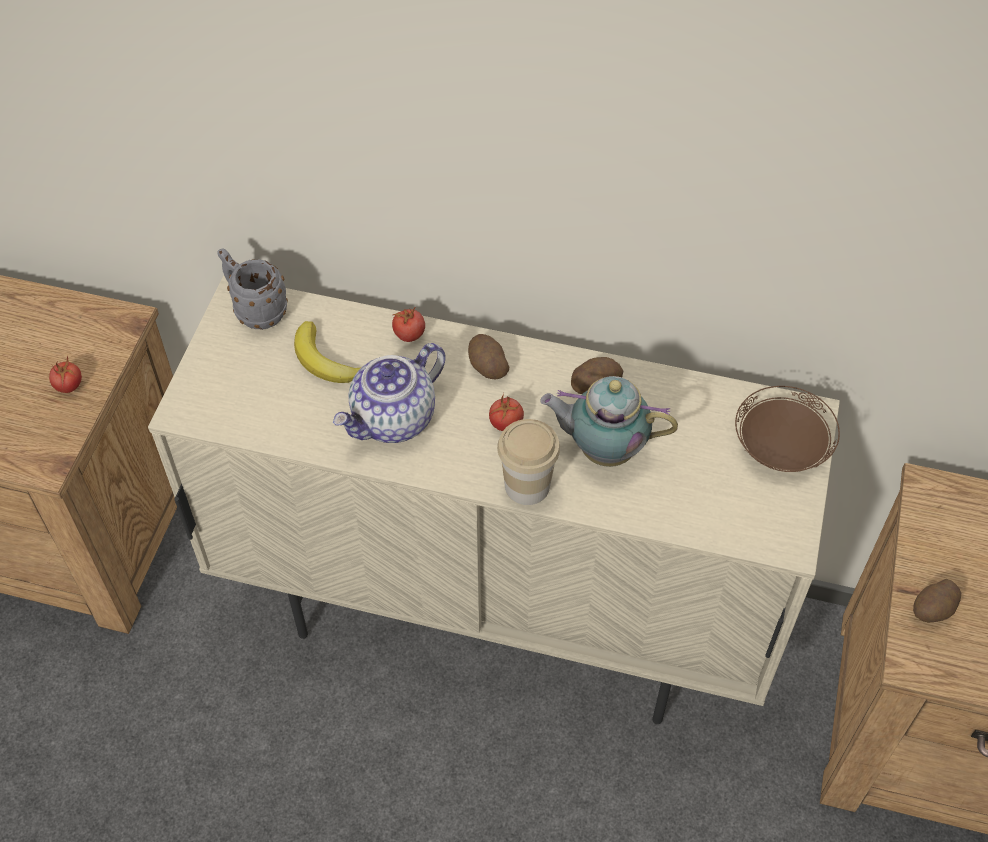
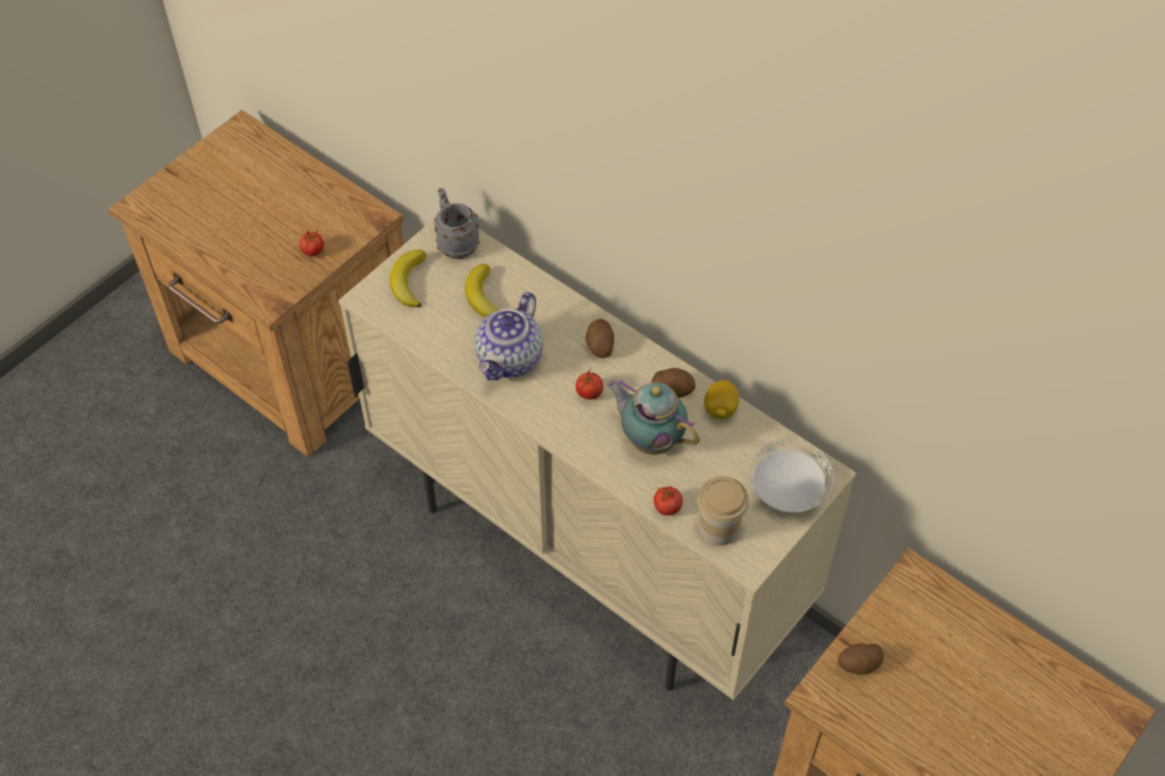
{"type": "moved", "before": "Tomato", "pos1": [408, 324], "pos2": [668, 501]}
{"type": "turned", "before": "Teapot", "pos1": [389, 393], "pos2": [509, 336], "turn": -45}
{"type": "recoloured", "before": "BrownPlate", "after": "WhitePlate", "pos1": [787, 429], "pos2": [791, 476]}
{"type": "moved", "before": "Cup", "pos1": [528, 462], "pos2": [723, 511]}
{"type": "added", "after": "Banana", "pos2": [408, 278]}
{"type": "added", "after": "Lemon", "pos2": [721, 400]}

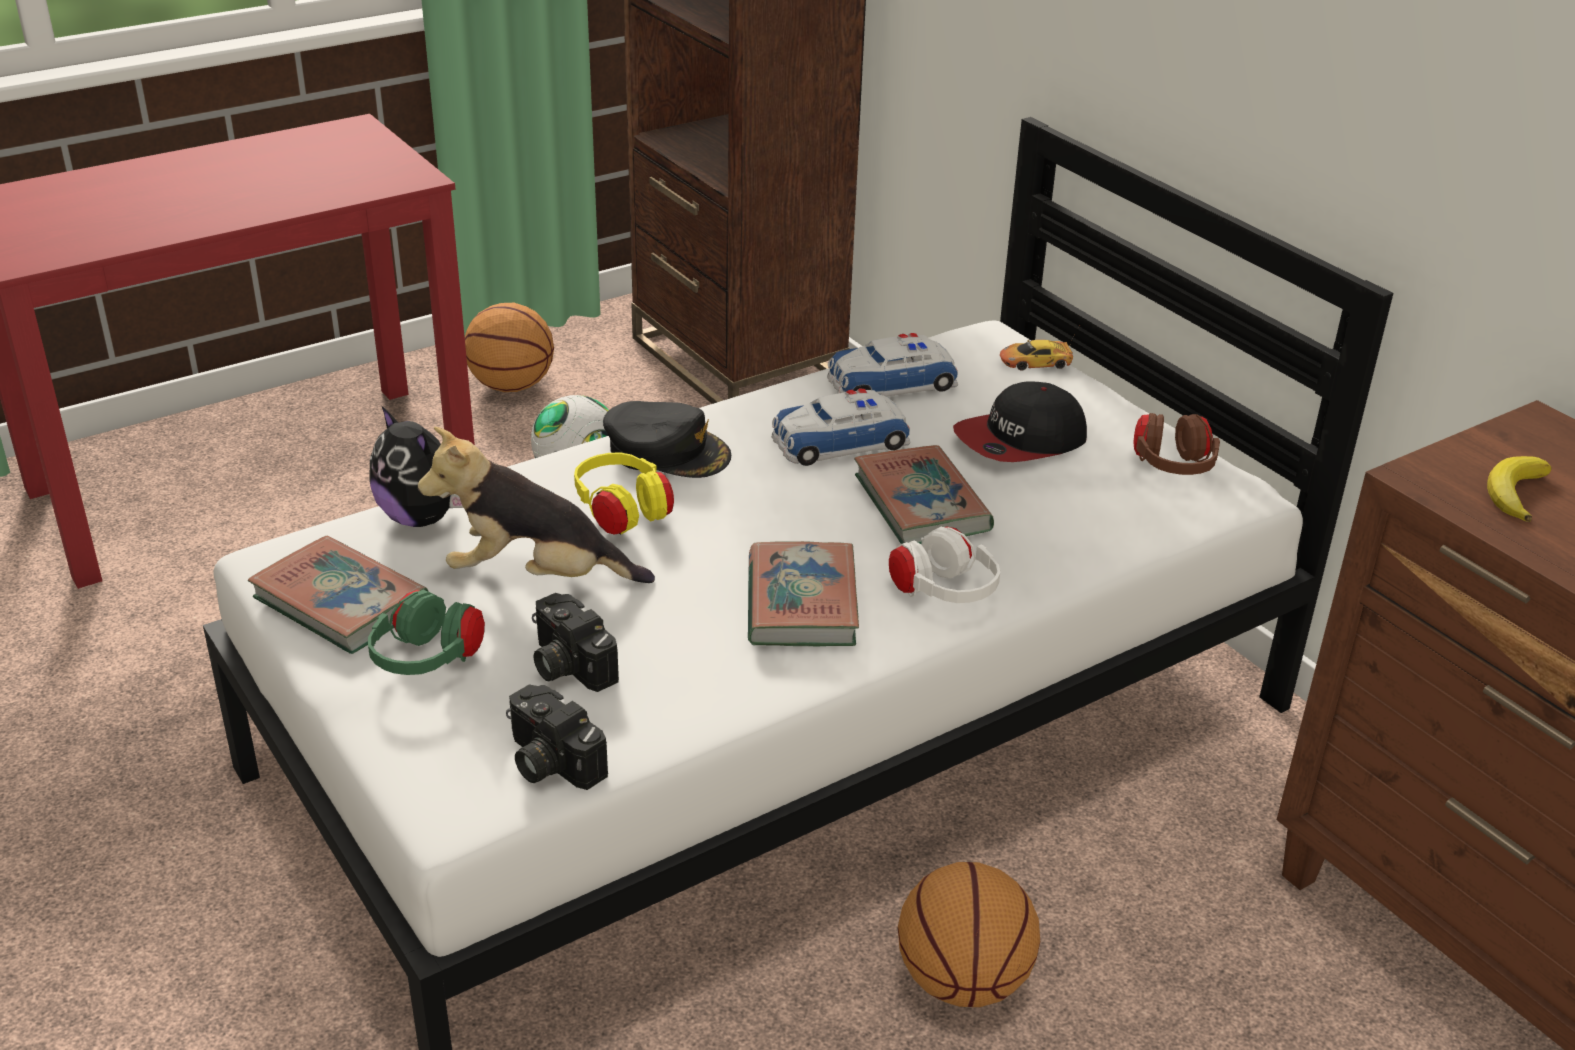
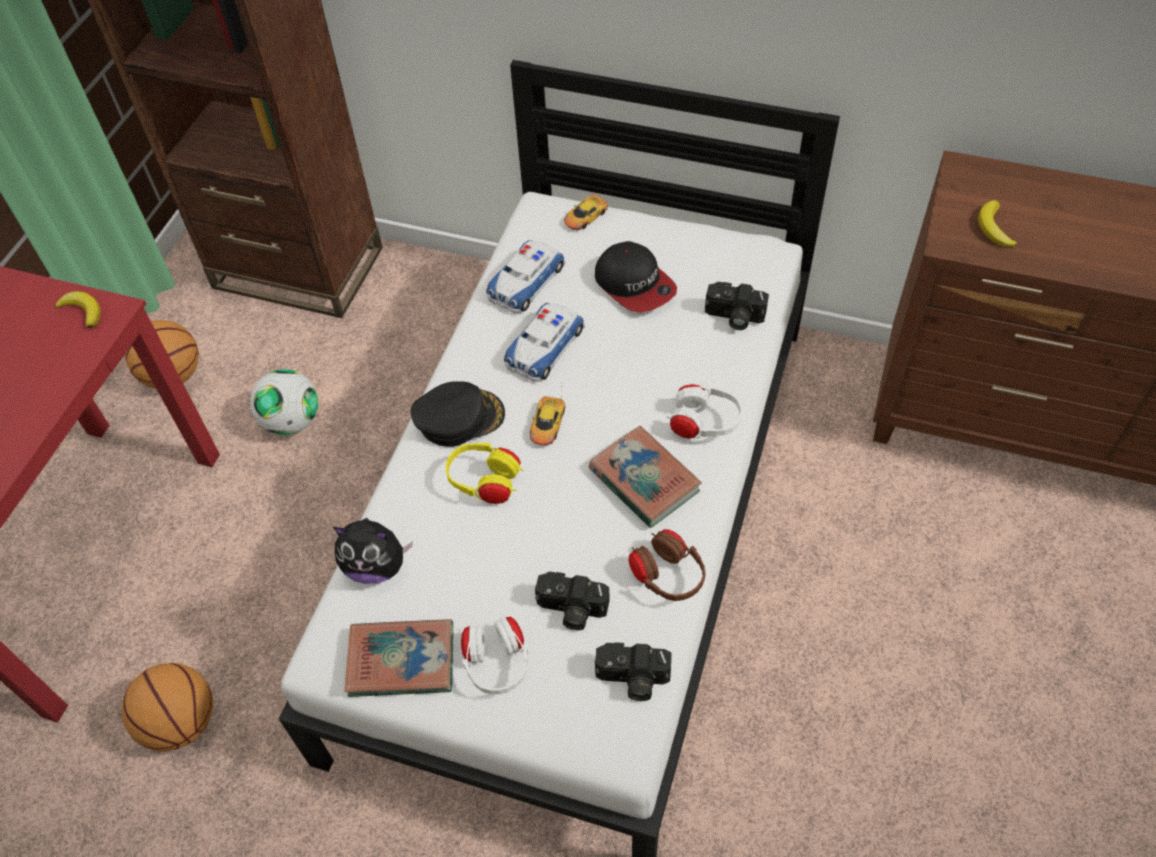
{"type": "turned", "before": "Cap", "pos1": [1020, 421], "pos2": [636, 277], "turn": -60}
{"type": "moved", "before": "BrownHeadphones", "pos1": [1177, 444], "pos2": [667, 565]}
{"type": "removed", "before": "PlushToy", "pos1": [536, 504]}
{"type": "removed", "before": "Book", "pos1": [924, 494]}
{"type": "recoloured", "before": "GreenHeadphones", "after": "WhiteHeadphones", "pos1": [426, 632], "pos2": [495, 654]}
{"type": "moved", "before": "Basketball", "pos1": [969, 934], "pos2": [167, 707]}
{"type": "added", "after": "PhotoCamera", "pos2": [737, 306]}
{"type": "added", "after": "Banana", "pos2": [78, 309]}
{"type": "added", "after": "ToyCar", "pos2": [548, 418]}

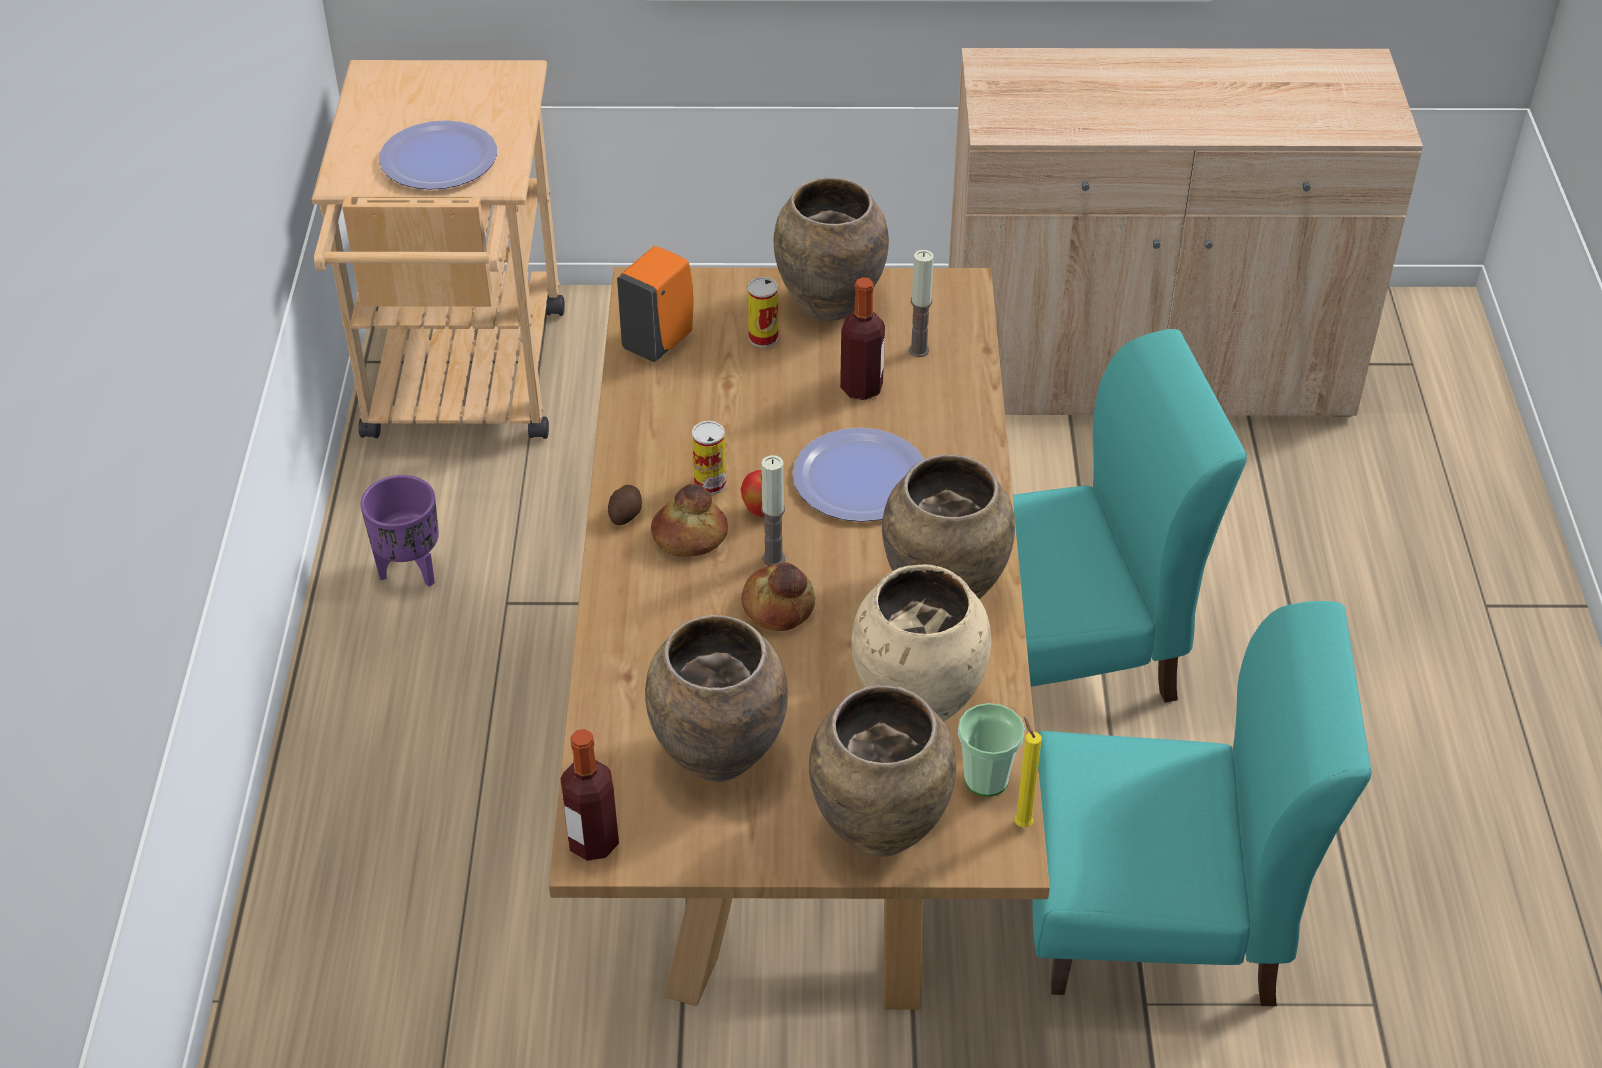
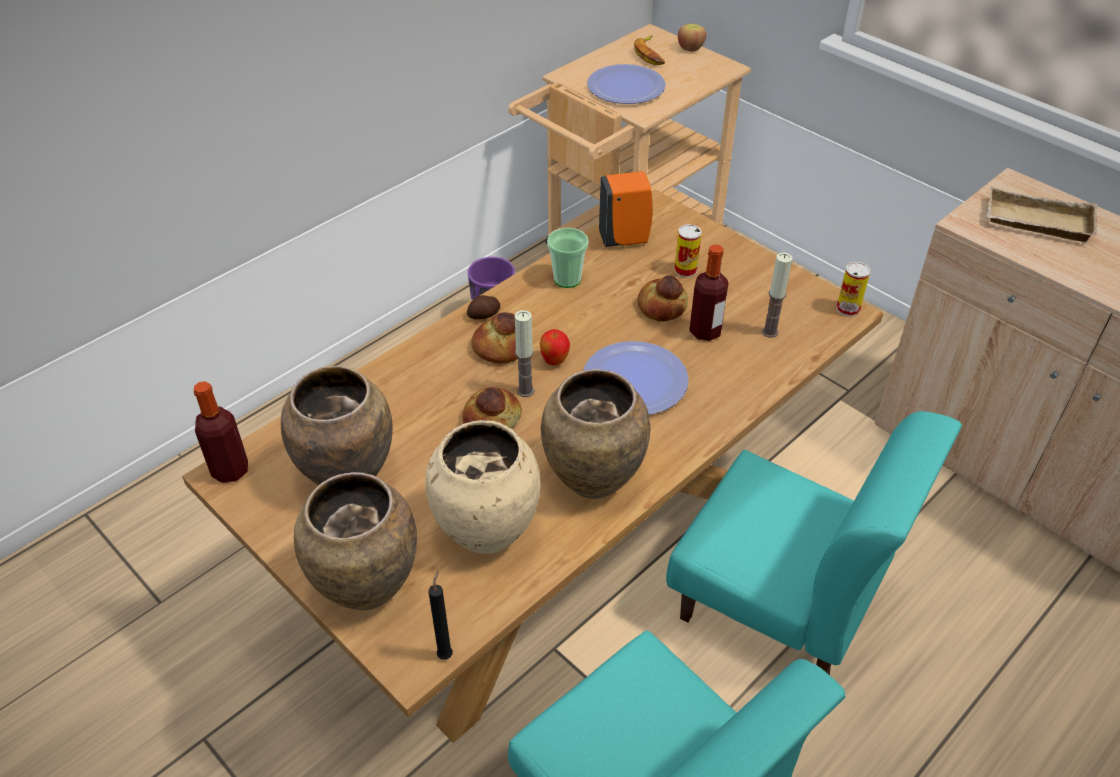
{"type": "removed", "before": "BrownVase", "pos1": [831, 249]}
{"type": "moved", "before": "Can", "pos1": [709, 458], "pos2": [853, 289]}
{"type": "moved", "before": "Cup", "pos1": [991, 750], "pos2": [568, 258]}
{"type": "recoloured", "before": "YellowCandle", "after": "BlackCandle", "pos1": [1028, 772], "pos2": [441, 615]}
{"type": "added", "after": "Apple", "pos2": [692, 38]}
{"type": "added", "after": "Banana", "pos2": [649, 50]}
{"type": "added", "after": "BeigeTray", "pos2": [1042, 214]}
{"type": "added", "after": "Bread", "pos2": [663, 298]}

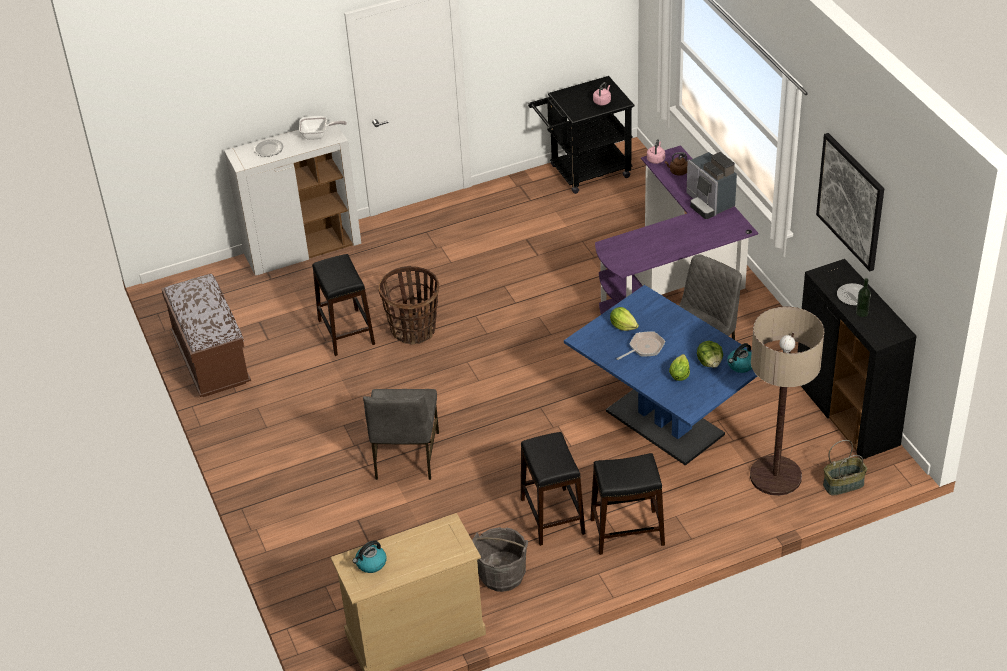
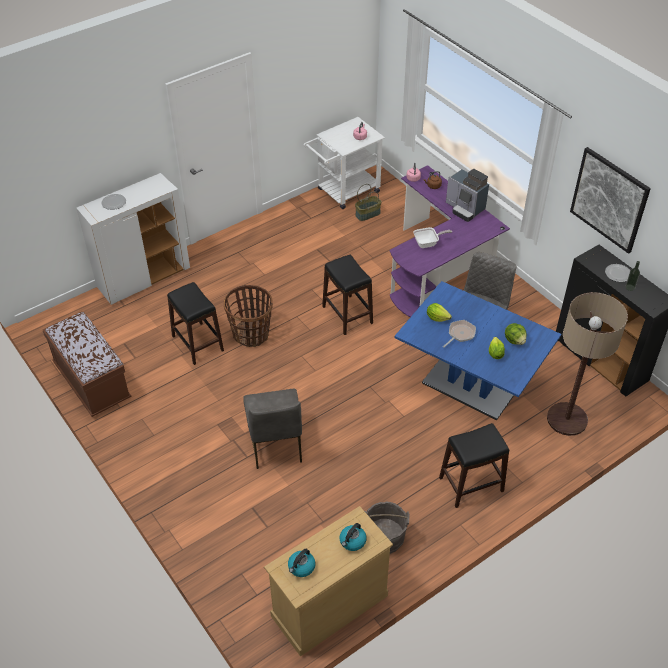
{"type": "recoloured", "before": "BlackCart", "after": "WhiteCart", "pos1": [581, 135], "pos2": [344, 163]}
{"type": "moved", "before": "FryingPan", "pos1": [323, 128], "pos2": [432, 237]}
{"type": "moved", "before": "Kettle", "pos1": [739, 358], "pos2": [353, 537]}
{"type": "moved", "before": "BlackStool", "pos1": [553, 489], "pos2": [347, 295]}
{"type": "moved", "before": "Basket", "pos1": [845, 467], "pos2": [368, 202]}

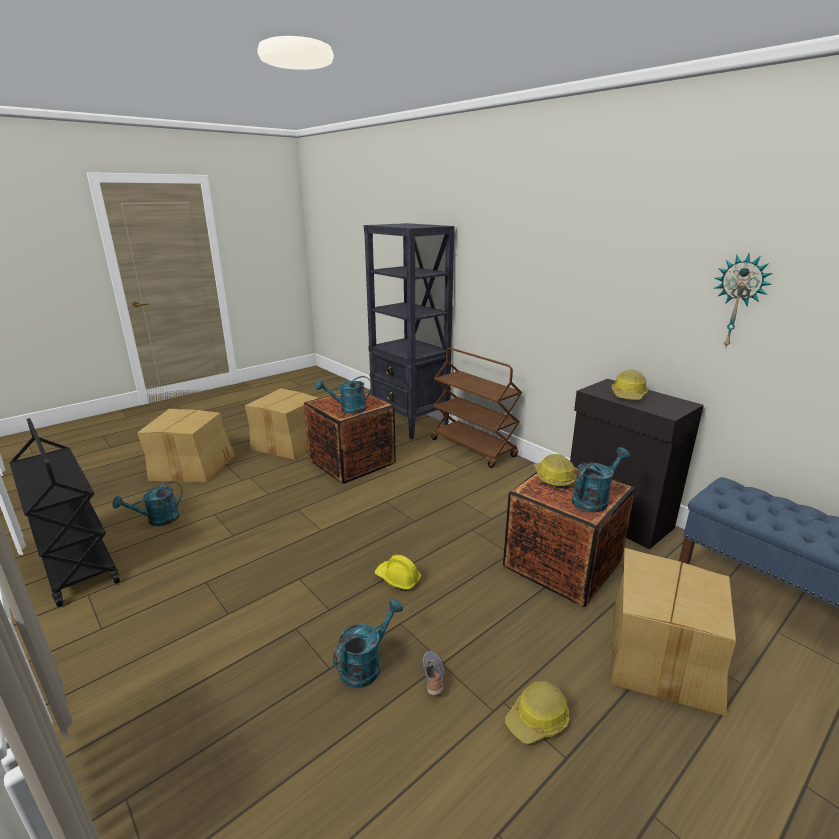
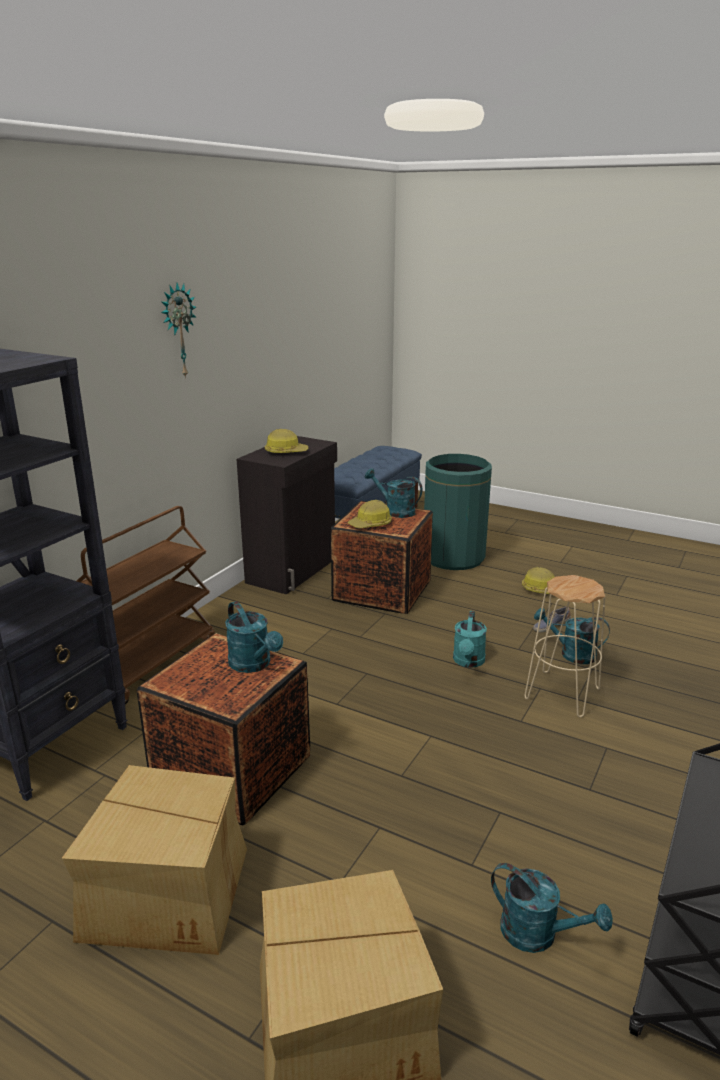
{"type": "moved", "before": "WallClock", "pos1": [744, 301], "pos2": [178, 331]}
{"type": "replaced", "before": "CardboardBox", "after": "GreenTrashCan", "pos1": [673, 632], "pos2": [458, 512]}
{"type": "replaced", "before": "YellowHardHat", "after": "TurquoiseWateringCan", "pos1": [398, 573], "pos2": [470, 639]}
{"type": "added", "after": "BeigeStool", "pos2": [564, 646]}

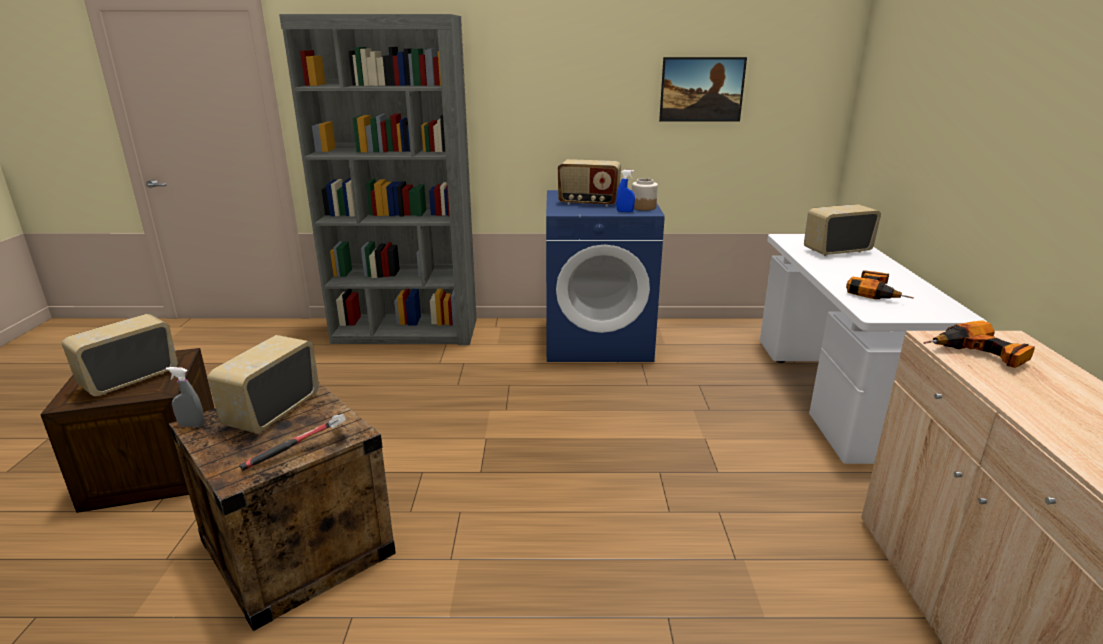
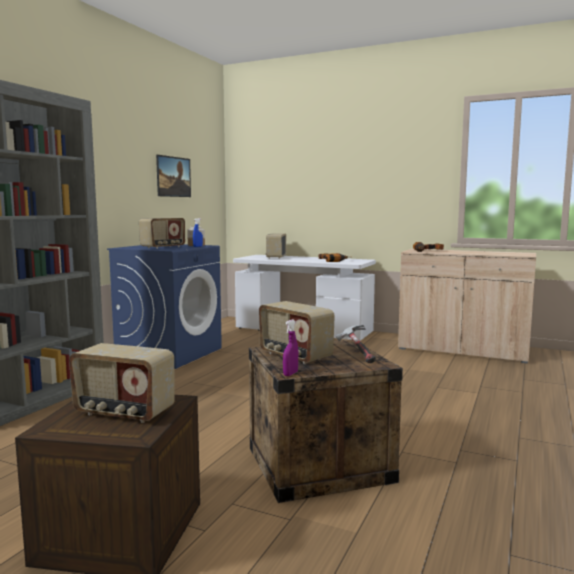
{"type": "turned", "before": "Radio", "pos1": [120, 355], "pos2": [122, 383], "turn": -45}
{"type": "recoloured", "before": "GreySprayBottle", "after": "PurpleSprayBottle", "pos1": [185, 397], "pos2": [290, 348]}

